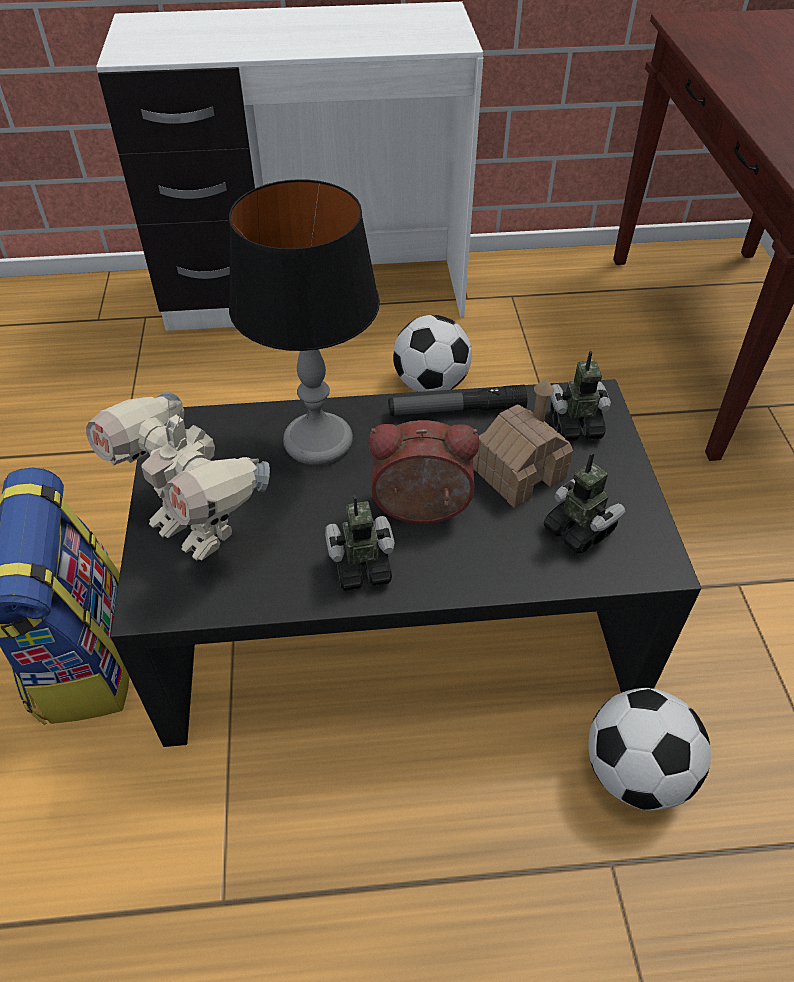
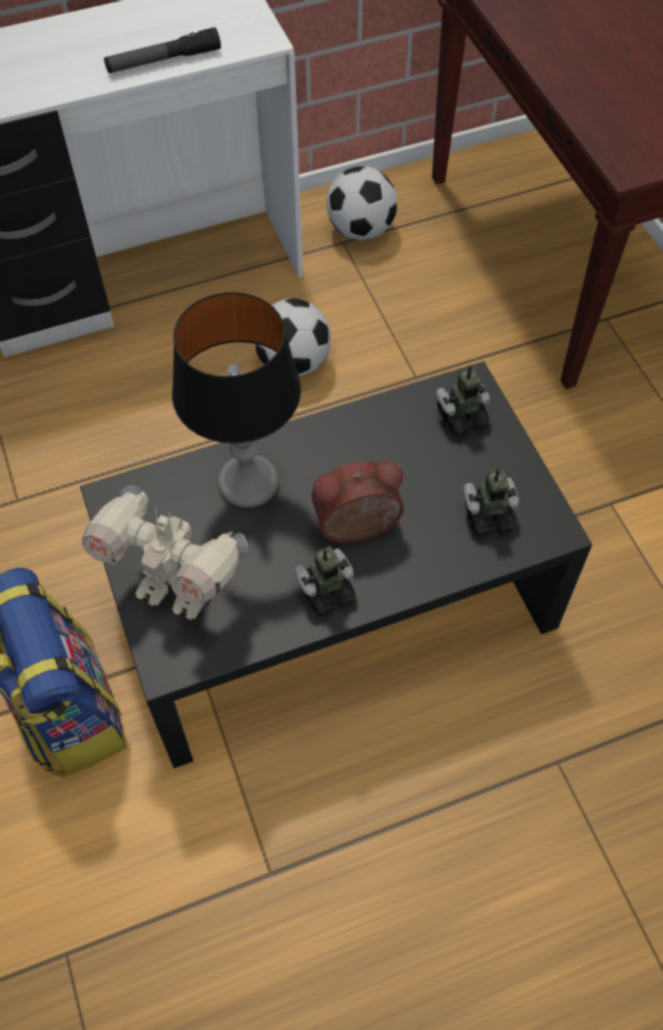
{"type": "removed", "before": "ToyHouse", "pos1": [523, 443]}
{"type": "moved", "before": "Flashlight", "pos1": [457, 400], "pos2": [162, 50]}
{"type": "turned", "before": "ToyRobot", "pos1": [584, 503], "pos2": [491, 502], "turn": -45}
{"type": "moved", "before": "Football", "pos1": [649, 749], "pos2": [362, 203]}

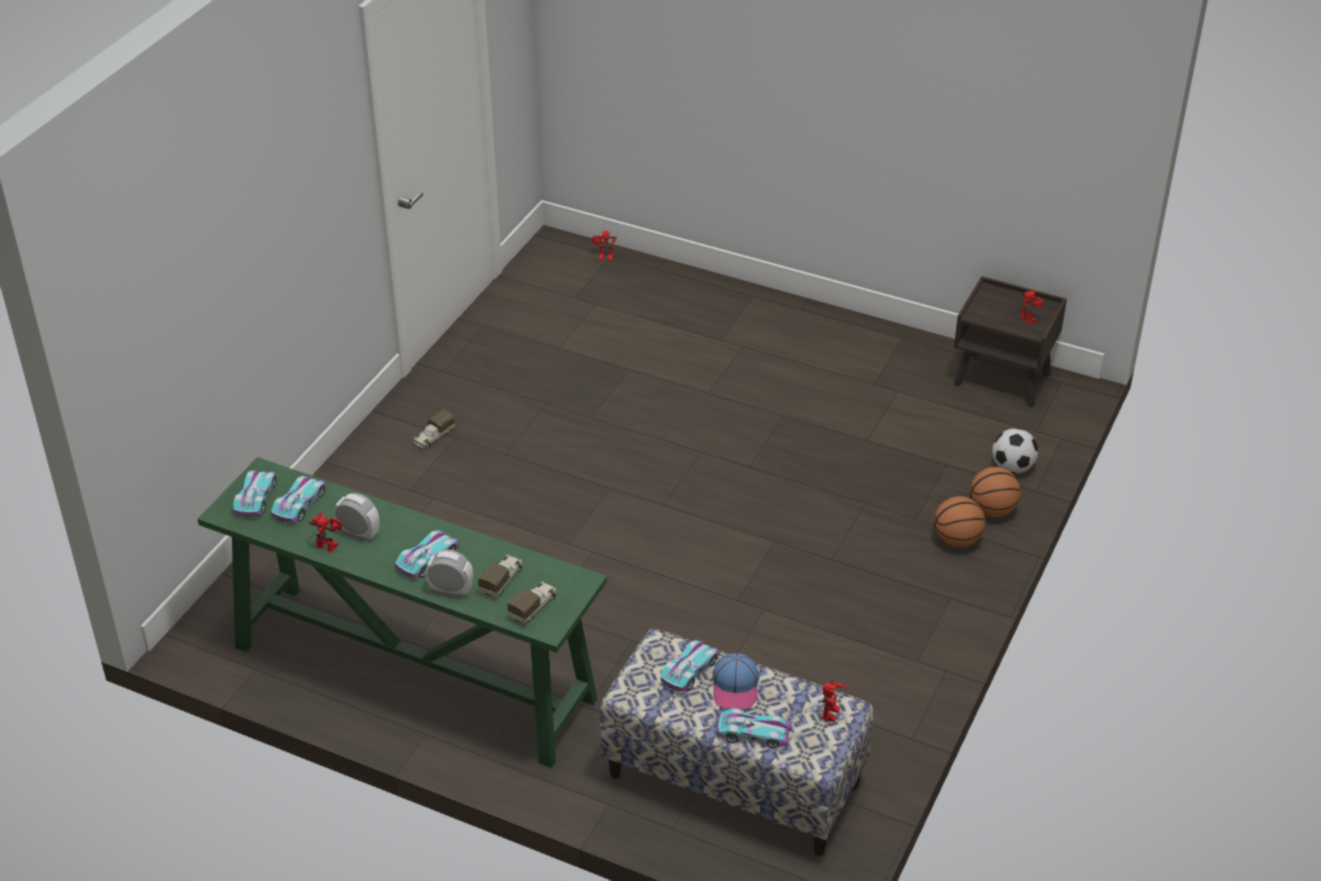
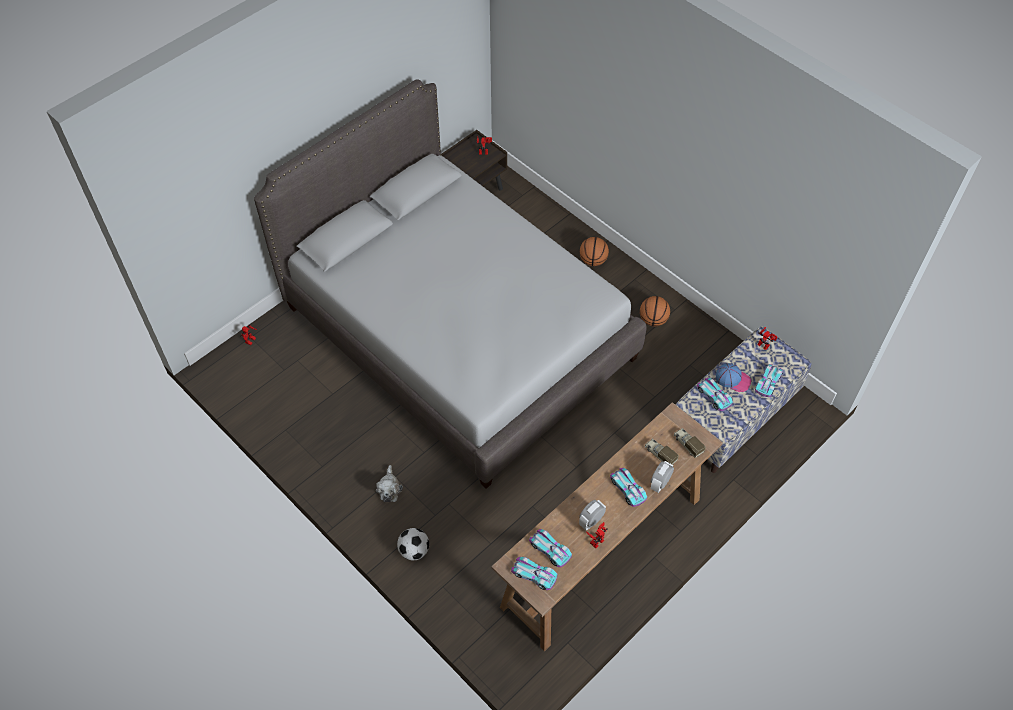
{"type": "replaced", "before": "ToyTruck", "after": "PlushToy", "pos1": [434, 428], "pos2": [389, 483]}
{"type": "moved", "before": "Football", "pos1": [1015, 451], "pos2": [413, 544]}
{"type": "recoloured", "before": "GreenConsoleTable", "after": "BrownConsoleTable", "pos1": [402, 612], "pos2": [607, 526]}
{"type": "moved", "before": "Basketball", "pos1": [995, 492], "pos2": [655, 311]}
{"type": "added", "after": "GreyBed", "pos2": [450, 284]}

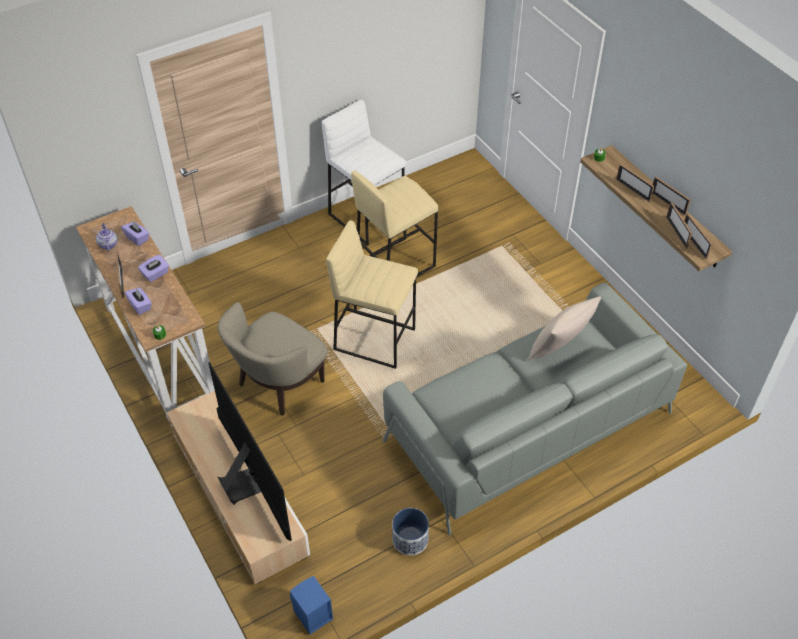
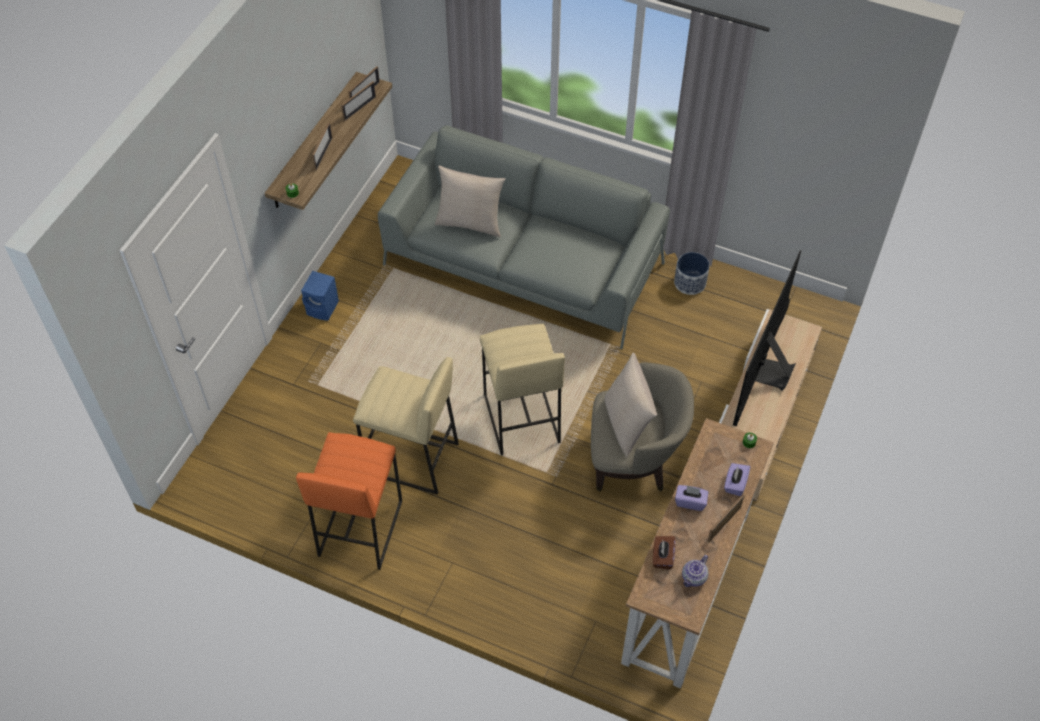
{"type": "recoloured", "before": "WhiteStool", "after": "OrangeStool", "pos1": [364, 173], "pos2": [349, 501]}
{"type": "removed", "before": "PictureFrame", "pos1": [671, 196]}
{"type": "recoloured", "before": "PurpleTissueBox", "after": "BrownTissueBox", "pos1": [135, 233], "pos2": [664, 553]}
{"type": "moved", "before": "BlueSpeaker", "pos1": [311, 605], "pos2": [320, 296]}
{"type": "added", "after": "BeigePillow", "pos2": [631, 405]}

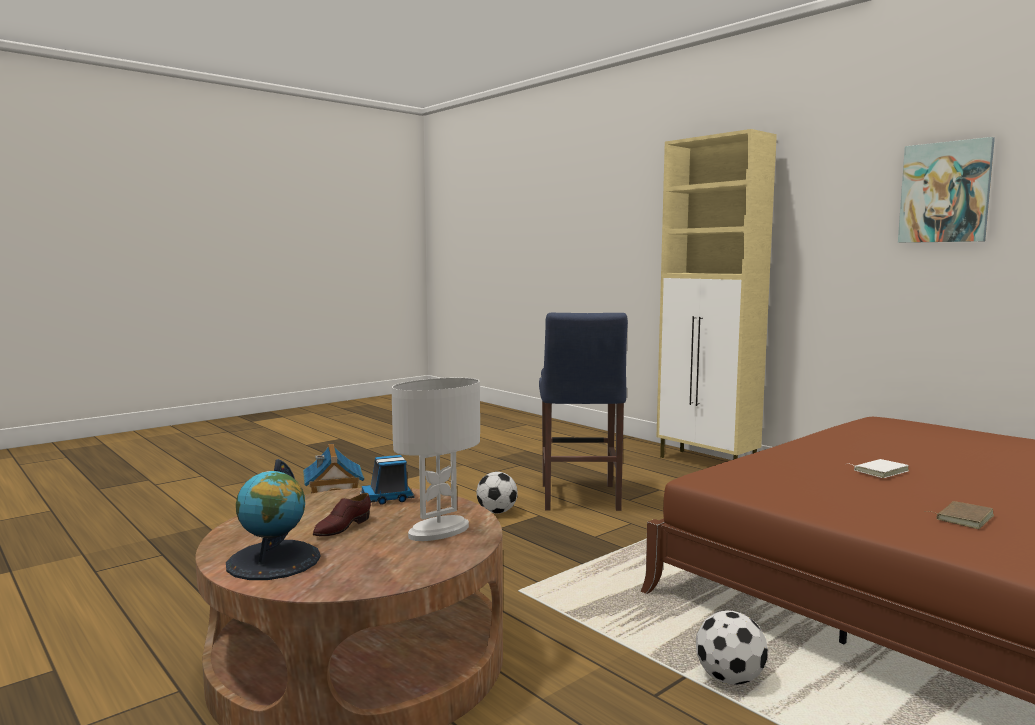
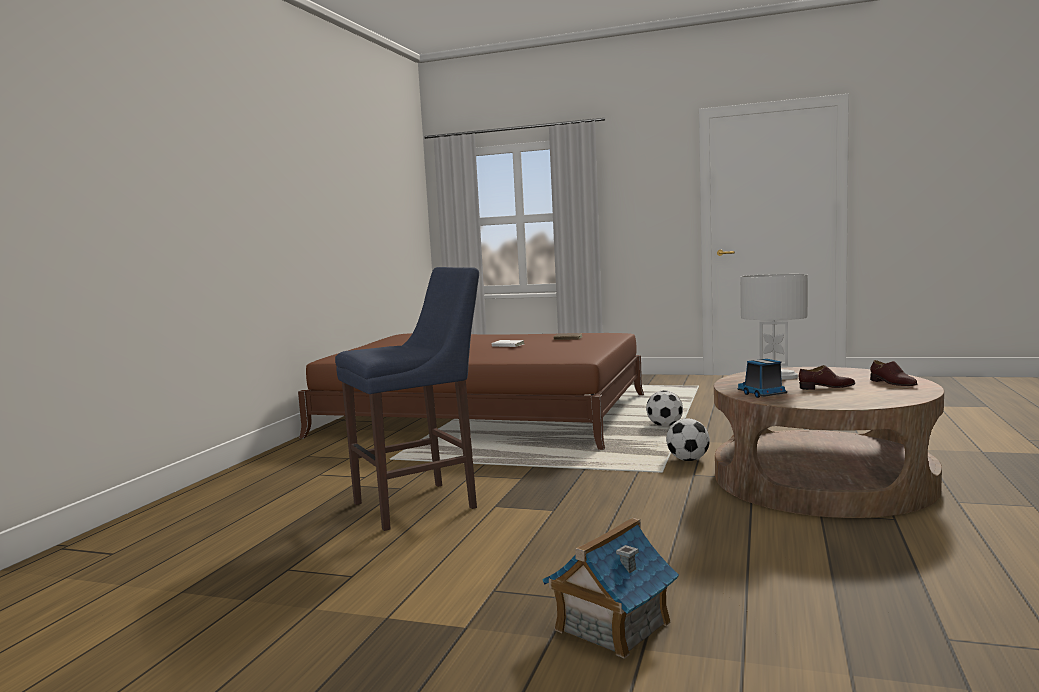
{"type": "removed", "before": "BeigeCabinet", "pos1": [717, 294]}
{"type": "removed", "before": "Picture", "pos1": [946, 190]}
{"type": "turned", "before": "ToyTruck", "pos1": [387, 480], "pos2": [762, 378], "turn": -150}
{"type": "replaced", "before": "Globe", "after": "BrownShoe", "pos1": [273, 519], "pos2": [893, 373]}
{"type": "moved", "before": "Football", "pos1": [497, 493], "pos2": [688, 439]}

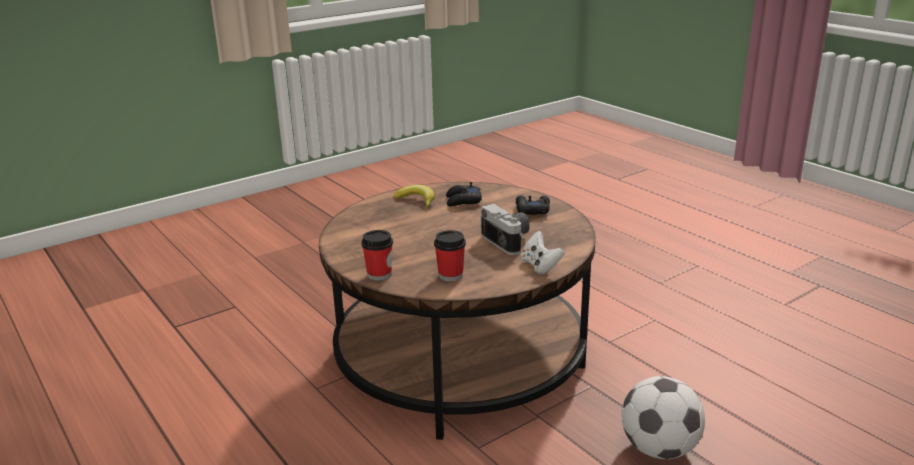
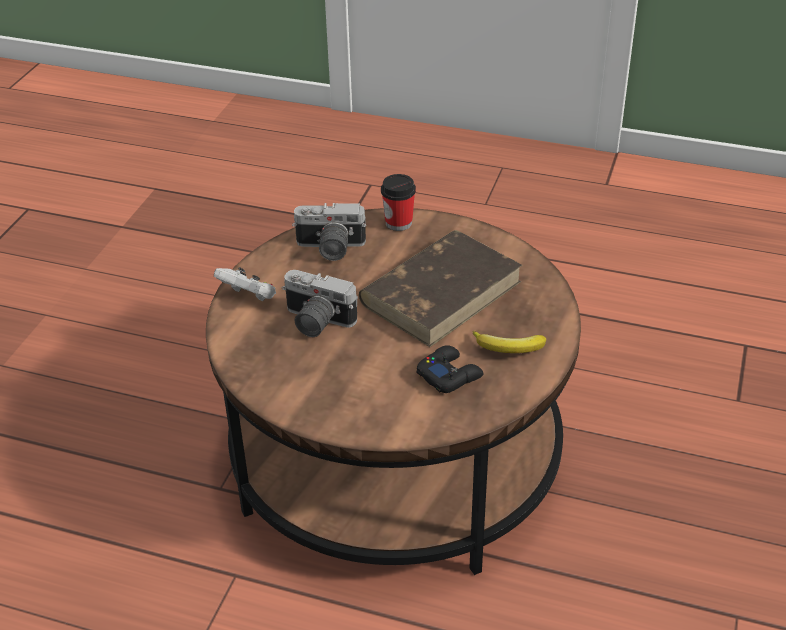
{"type": "removed", "before": "BlackGameController", "pos1": [533, 205]}
{"type": "replaced", "before": "Cup", "after": "PhotoCamera", "pos1": [450, 256], "pos2": [329, 232]}
{"type": "removed", "before": "Football", "pos1": [663, 417]}
{"type": "added", "after": "BrownBook", "pos2": [441, 288]}

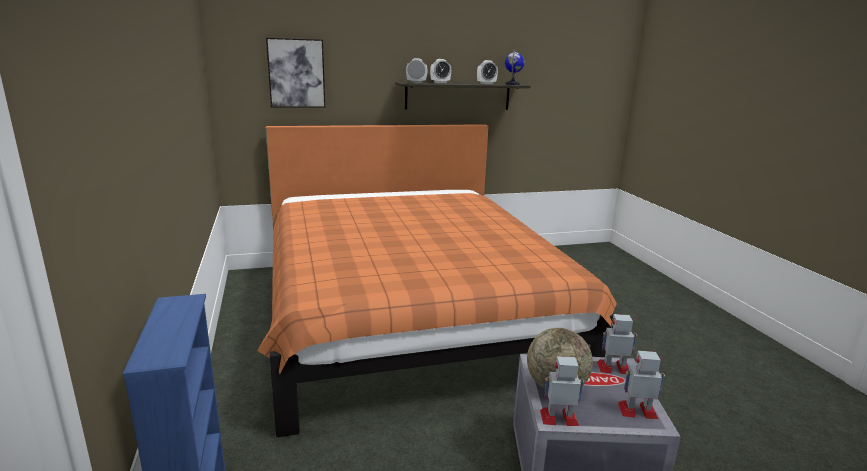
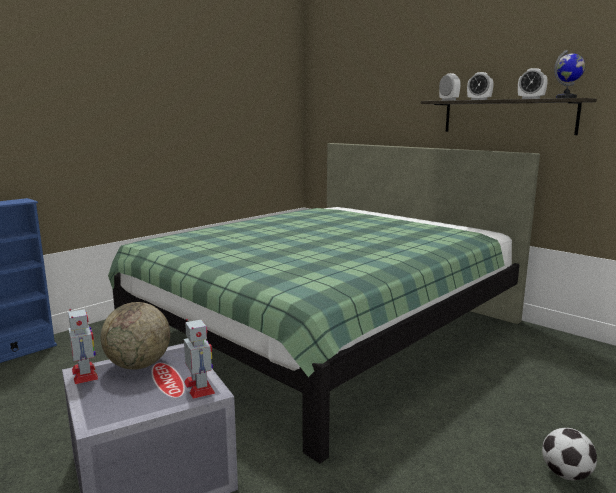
{"type": "removed", "before": "Picture", "pos1": [295, 73]}
{"type": "recoloured", "before": "OrangeBed", "after": "GreenBed", "pos1": [437, 280], "pos2": [324, 303]}
{"type": "removed", "before": "ToyRobot", "pos1": [641, 385]}
{"type": "added", "after": "Football", "pos2": [569, 454]}

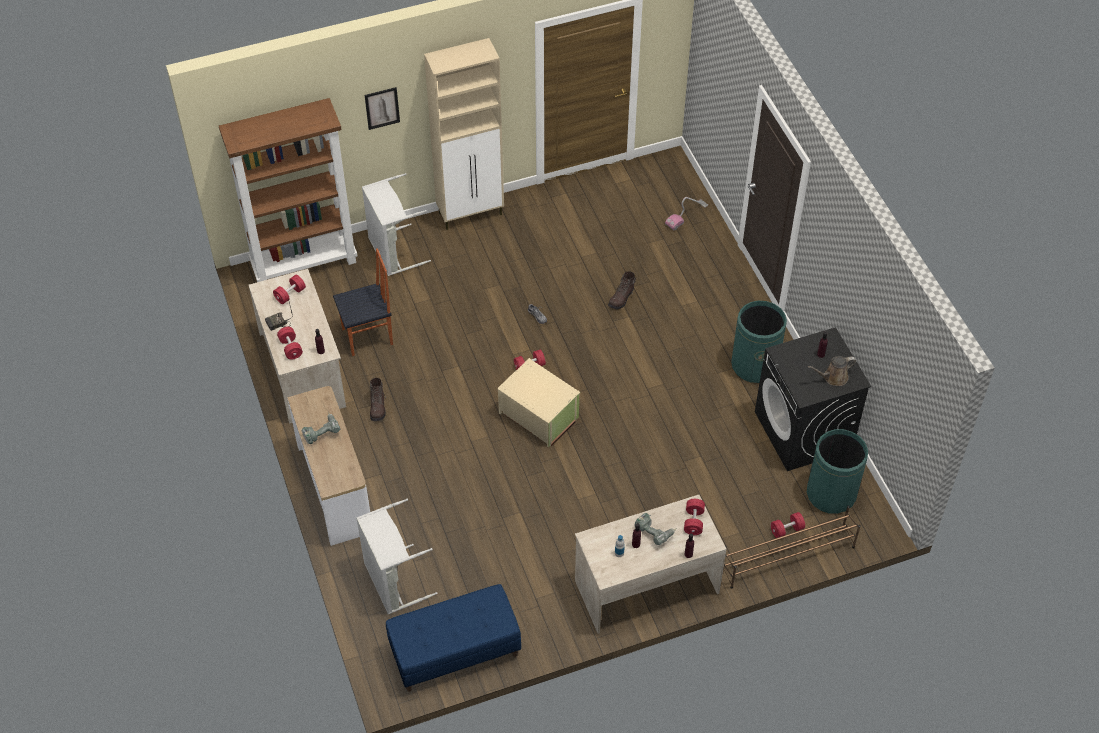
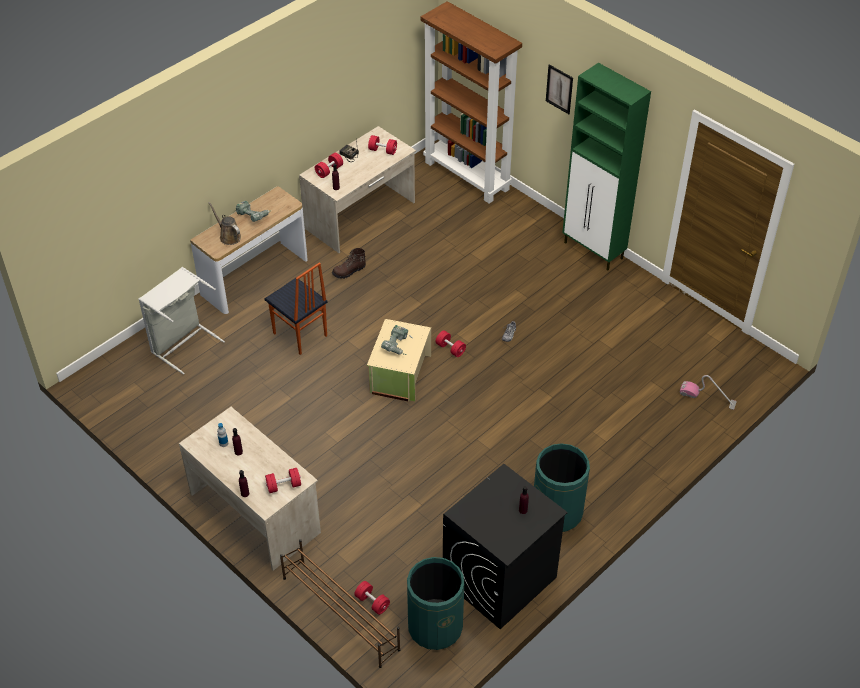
{"type": "recoloured", "before": "BeigeCabinet", "after": "GreenCabinet", "pos1": [464, 134], "pos2": [606, 166]}
{"type": "removed", "before": "GreyLaundryBasket", "pos1": [396, 224]}
{"type": "moved", "before": "Chair", "pos1": [363, 302], "pos2": [295, 308]}
{"type": "removed", "before": "BrownBoot", "pos1": [622, 290]}
{"type": "moved", "before": "BrownWateringCan", "pos1": [832, 371], "pos2": [224, 223]}
{"type": "moved", "before": "PowerDrill", "pos1": [655, 529], "pos2": [397, 340]}
{"type": "removed", "before": "BlueBench", "pos1": [453, 638]}

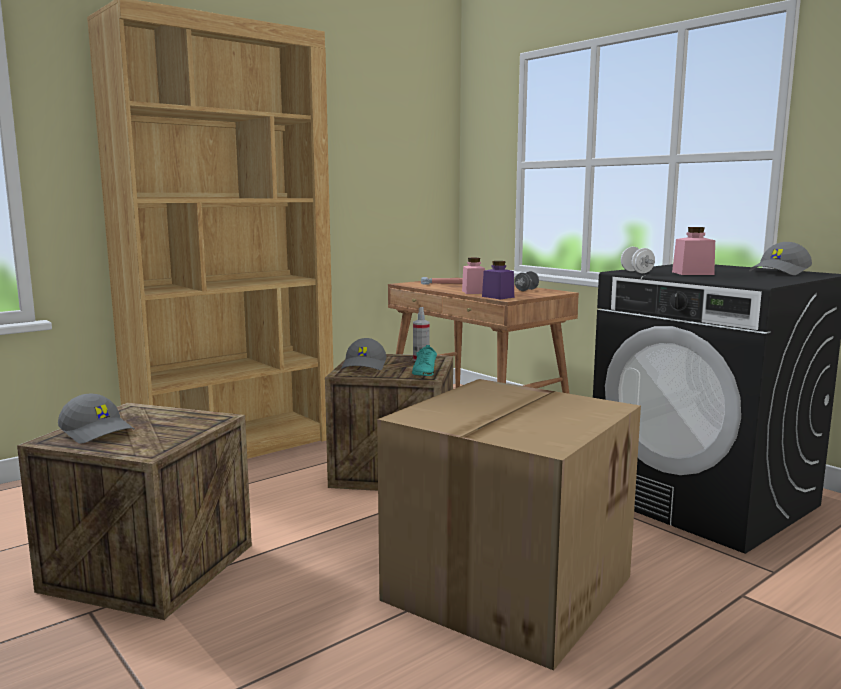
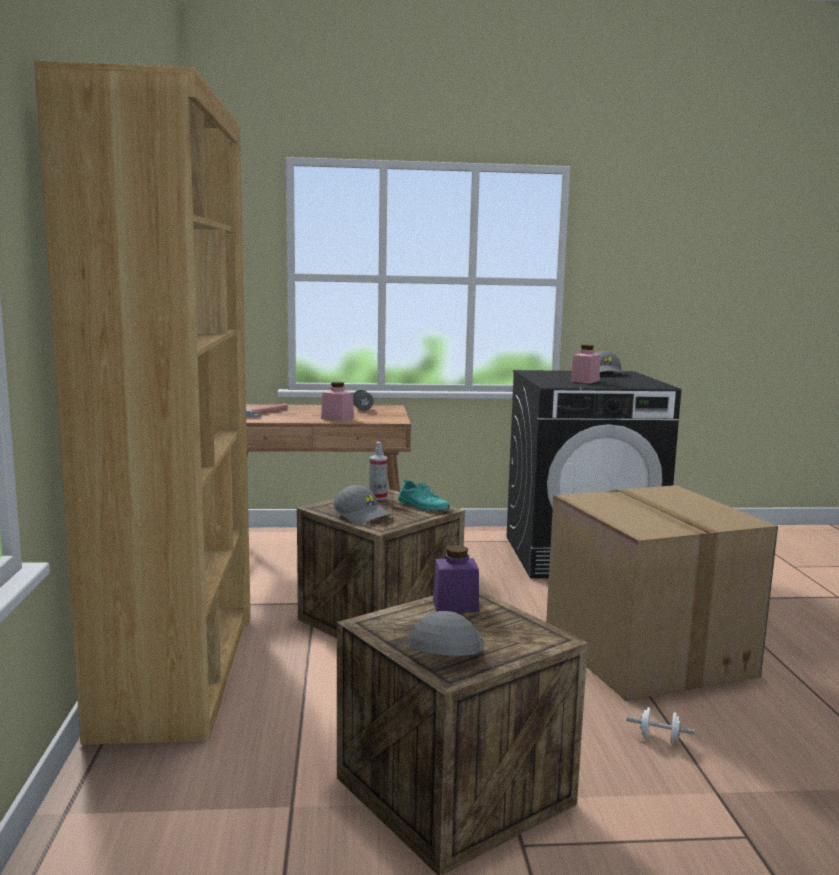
{"type": "moved", "before": "WhiteDumbbell", "pos1": [638, 260], "pos2": [660, 725]}
{"type": "moved", "before": "PurpleJar", "pos1": [498, 280], "pos2": [456, 578]}
{"type": "turned", "before": "GreyCap", "pos1": [96, 419], "pos2": [447, 633], "turn": -60}

